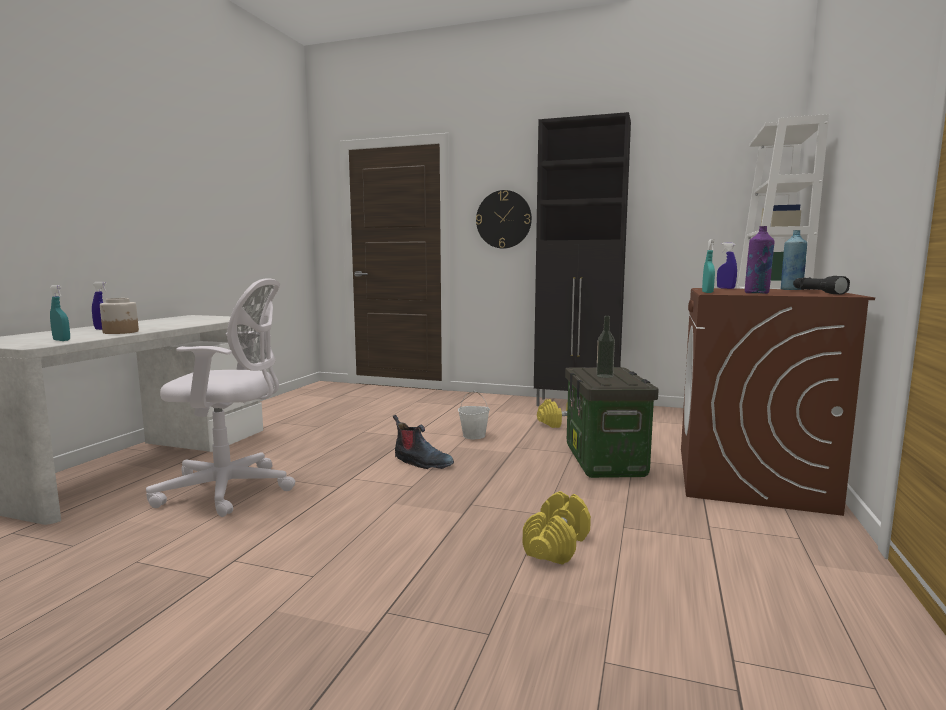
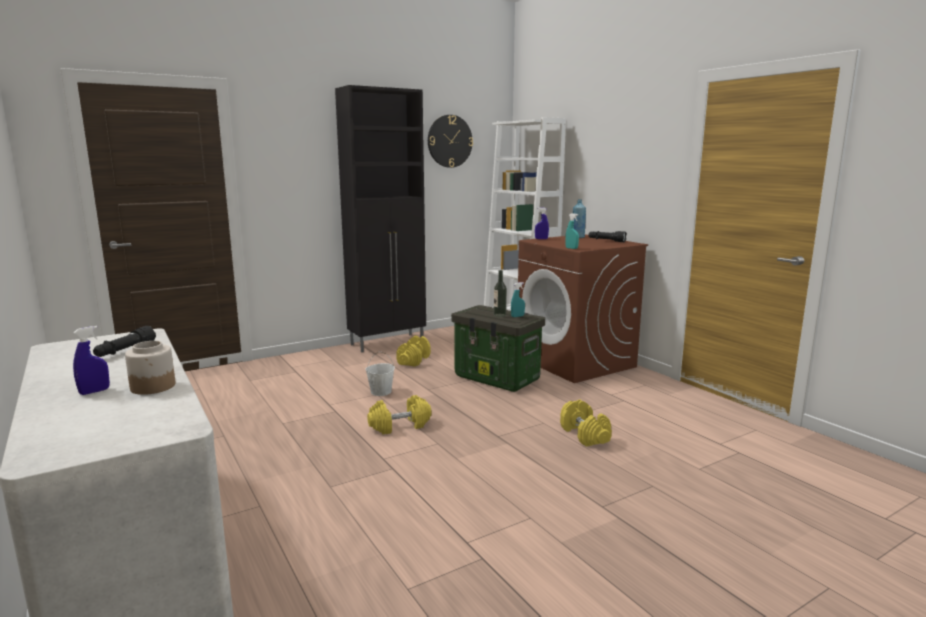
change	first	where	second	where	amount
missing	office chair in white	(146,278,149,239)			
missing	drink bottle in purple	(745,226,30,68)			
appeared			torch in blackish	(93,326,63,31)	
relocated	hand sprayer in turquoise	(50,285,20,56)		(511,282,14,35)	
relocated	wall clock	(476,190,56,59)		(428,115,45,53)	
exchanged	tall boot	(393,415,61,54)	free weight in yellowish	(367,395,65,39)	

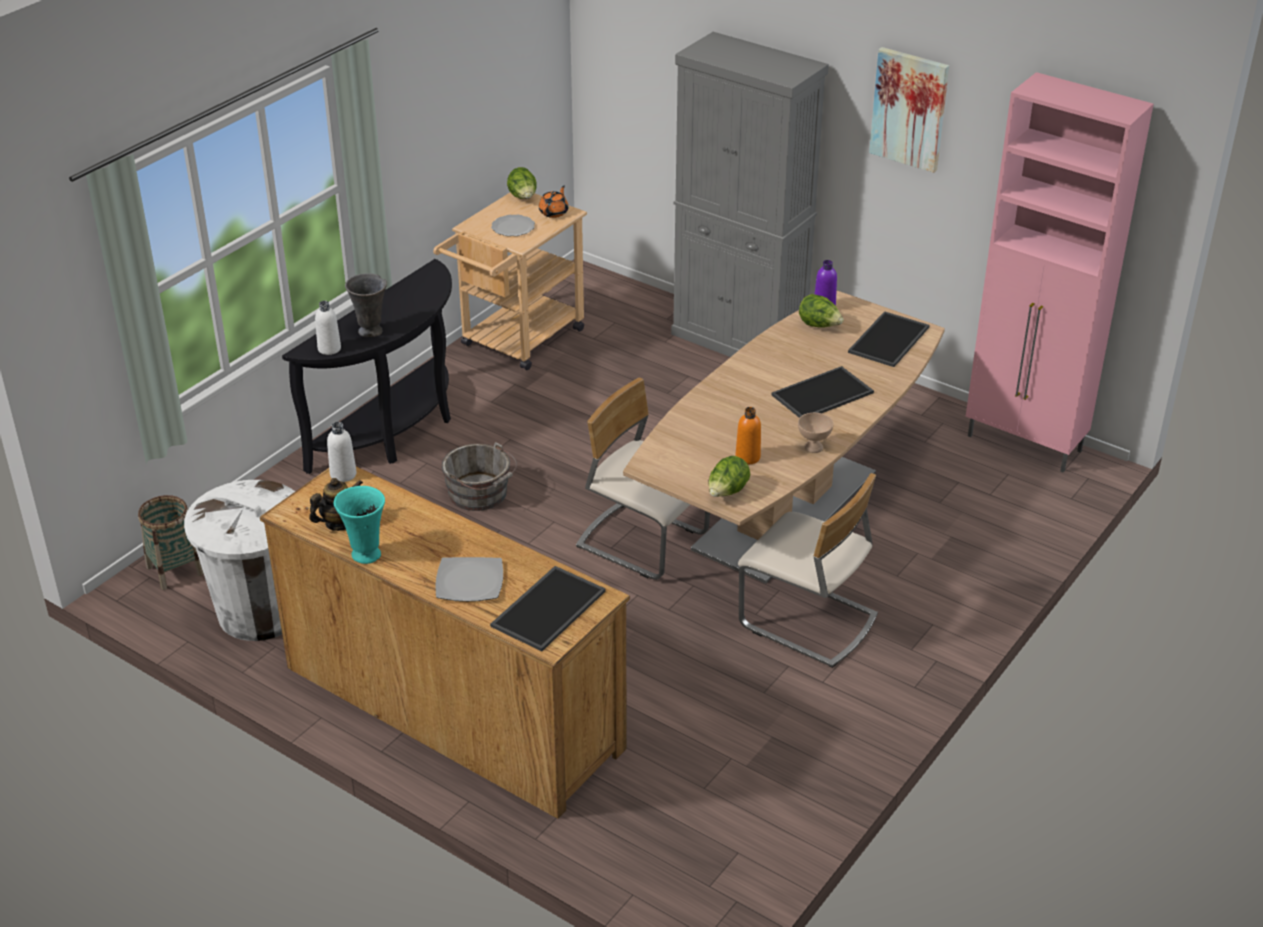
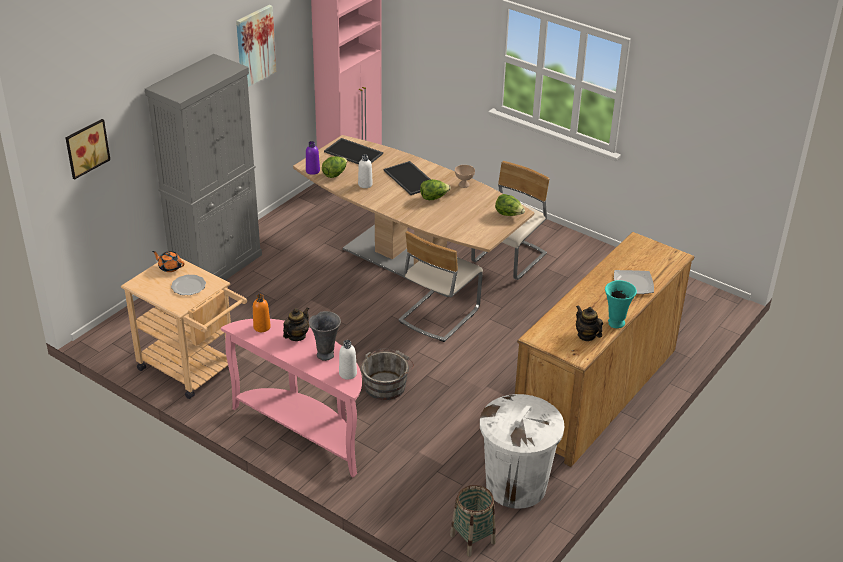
change	first	where	second	where	amount
missing	tray	(490,566,116,85)			
appeared			picture	(65,119,45,60)	
appeared			teapot	(283,307,26,34)	
relocated	drink bottle in white	(327,422,30,60)		(358,154,15,34)	
relocated	lettuce	(507,167,30,32)		(420,179,31,21)	
relocated	drink bottle in orange	(735,407,26,57)		(253,294,18,38)	
colour	hall table in blackish	(282,259,170,215)	hall table in pink	(221,319,141,158)	

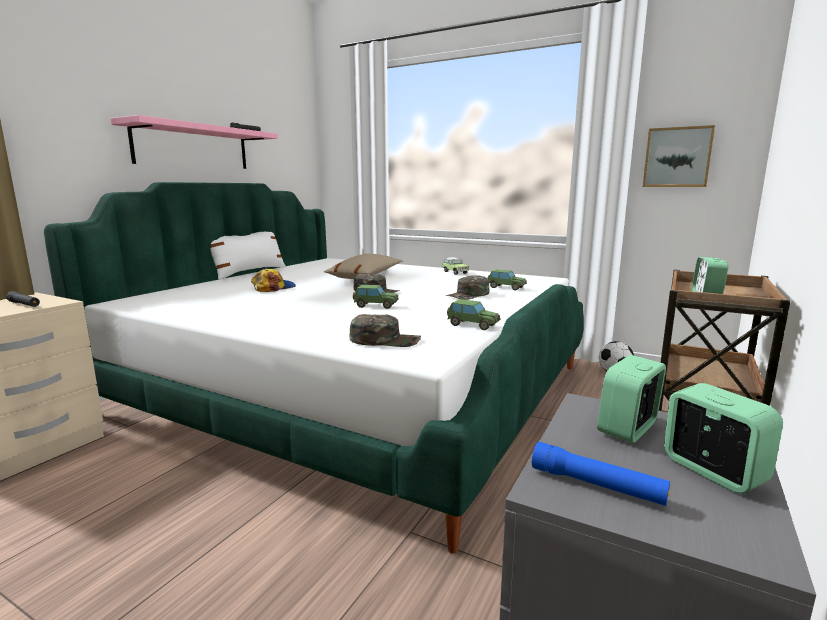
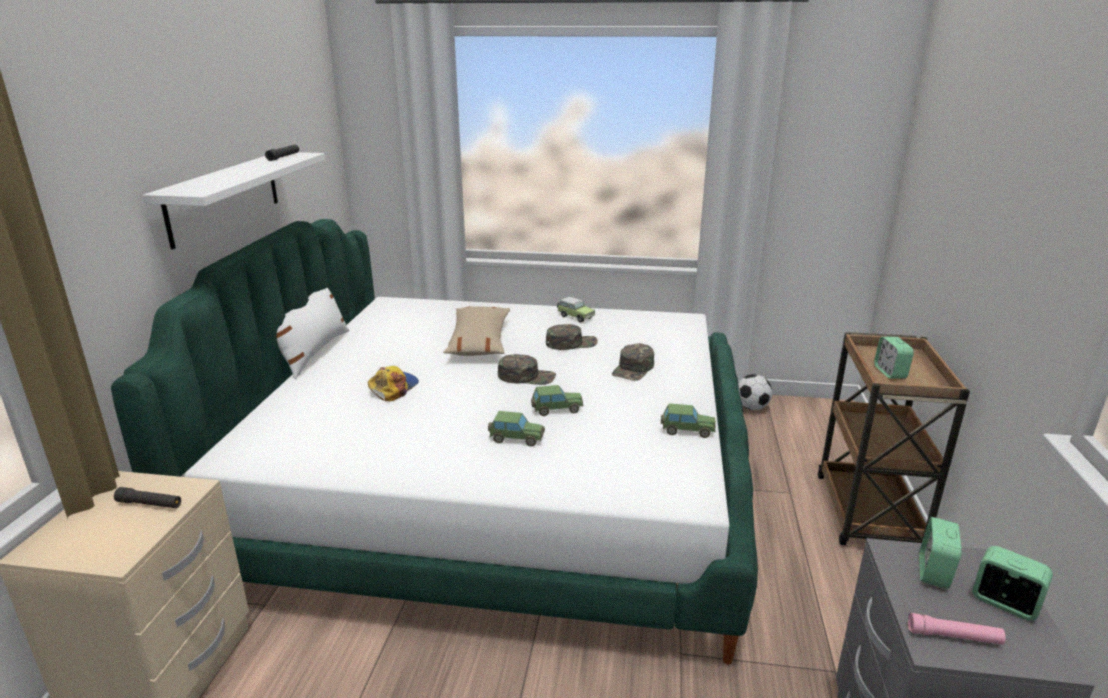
change	first	where	second	where	amount
missing	picture	(643,125,72,62)			
relocated	cap in green	(349,314,72,33)		(546,324,52,26)	
relocated	miniature car	(488,269,39,21)		(488,411,57,36)	
colour	wall shelf in pink	(111,115,167,54)	wall shelf in white	(143,152,182,97)	
colour	torch in bluish	(532,442,138,64)	torch in pink	(908,613,98,32)	

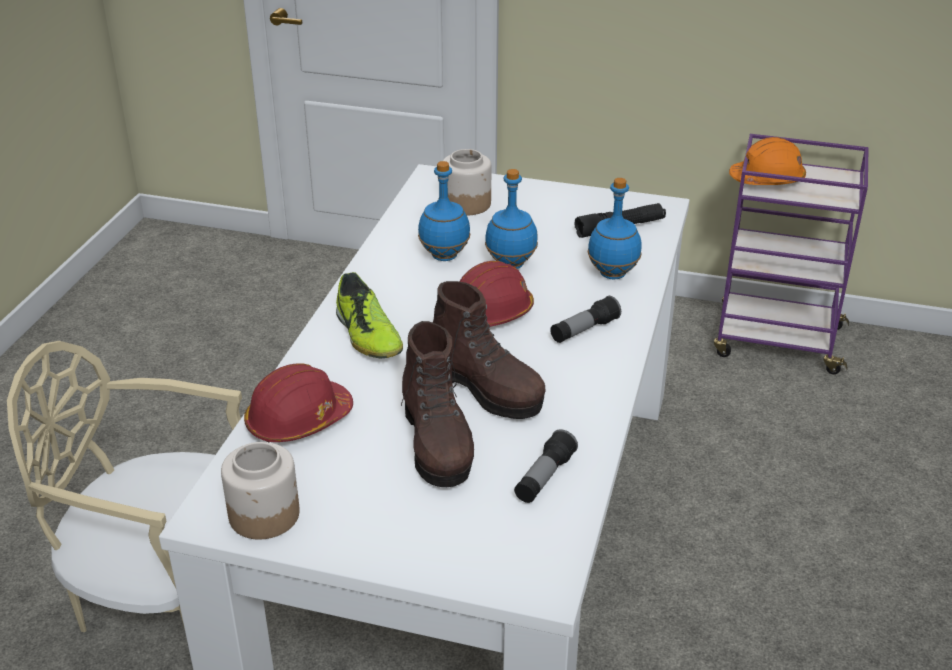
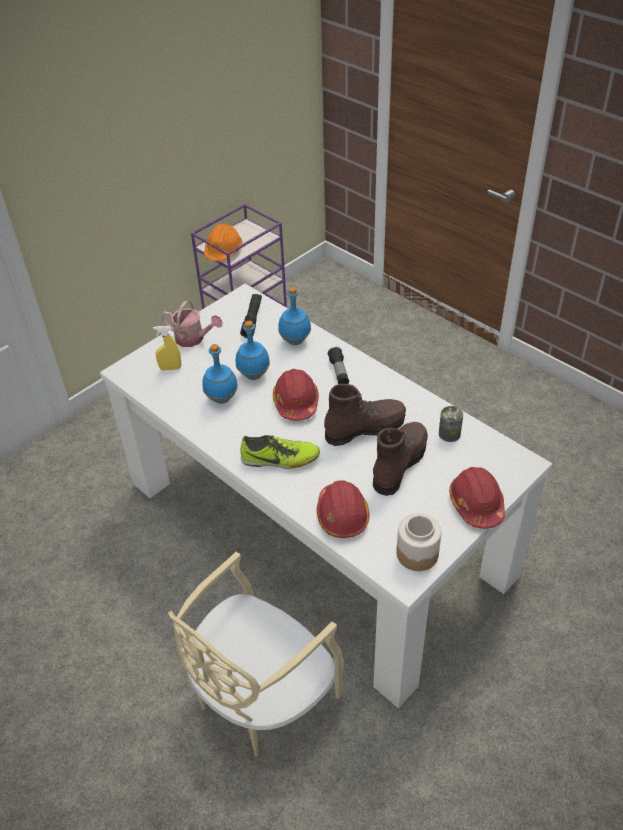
change	first	where	second	where	amount
appeared			sprinkling can	(161,301,62,46)	
appeared			work helmet in reddish	(449,467,56,62)	
exchanged	jar	(443,149,48,66)	hand sprayer in yellowish	(153,326,28,44)	
exchanged	torch	(514,429,64,74)	can	(439,406,24,36)	
spun	tall boot in brownish	(401,321,73,166)		(373,422,55,74)	75 degrees counterclockwise

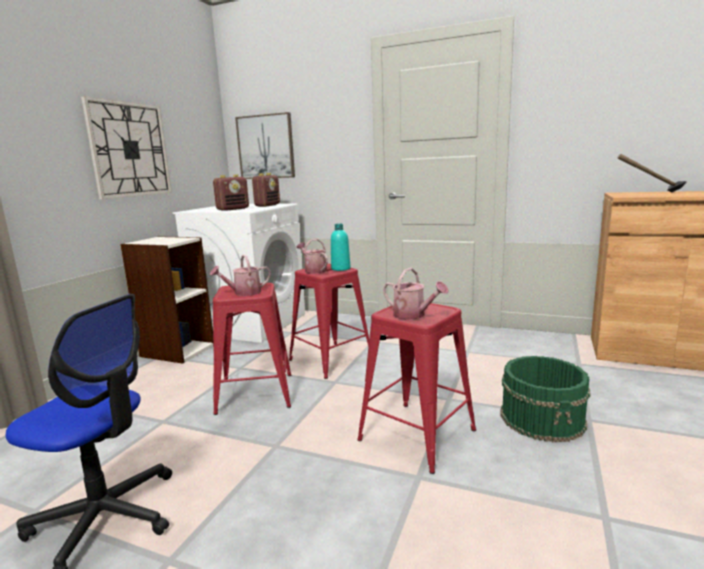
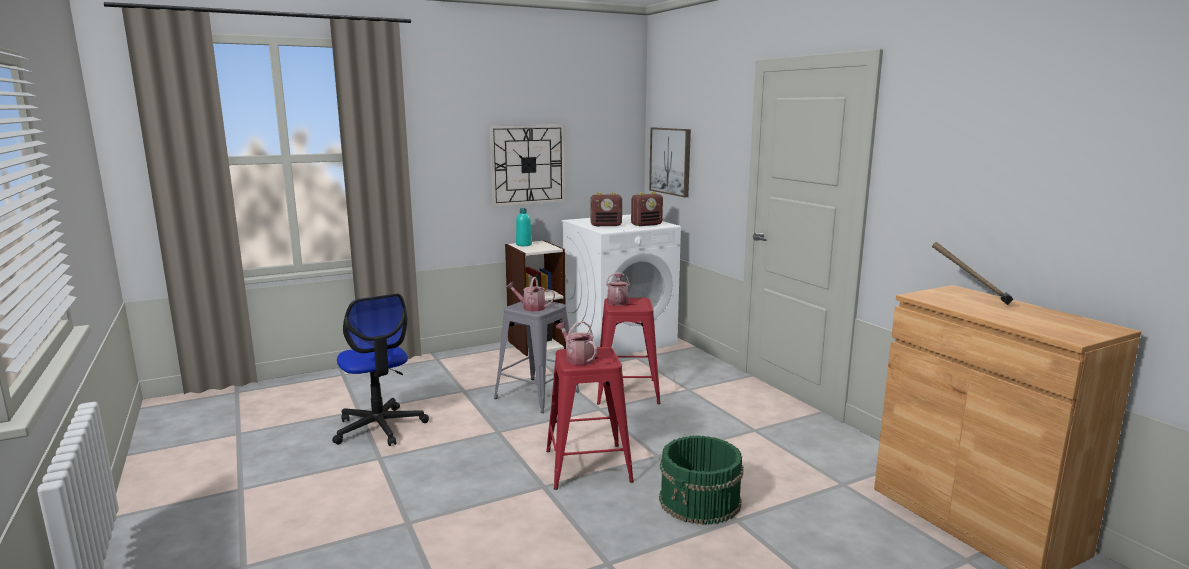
change	first	where	second	where	amount
relocated	drink bottle in turquoise	(331,224,20,47)		(516,208,16,38)	
colour	stool seat in reddish	(213,283,78,132)	stool seat in grey	(494,300,86,113)	
spun	sprinkling can	(383,268,66,52)		(556,321,41,44)	150 degrees clockwise

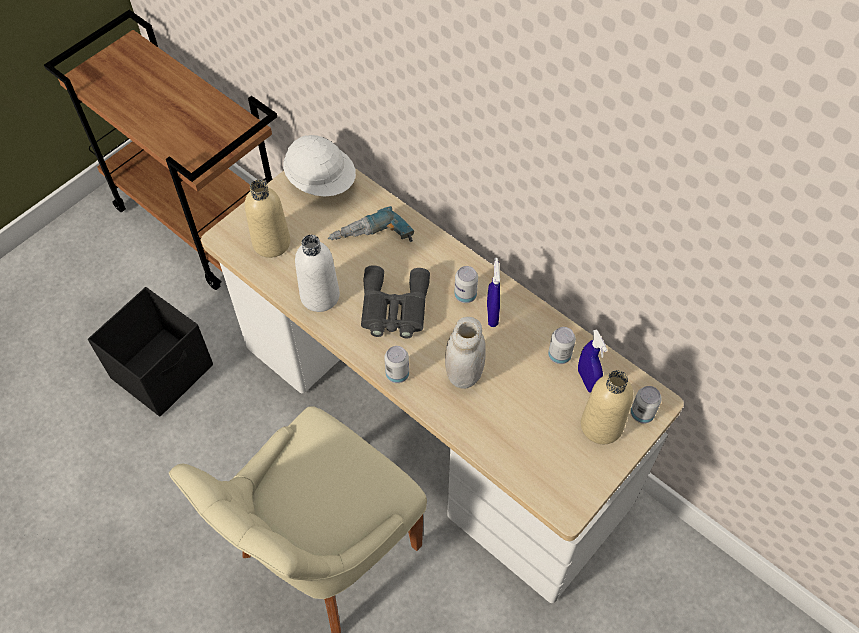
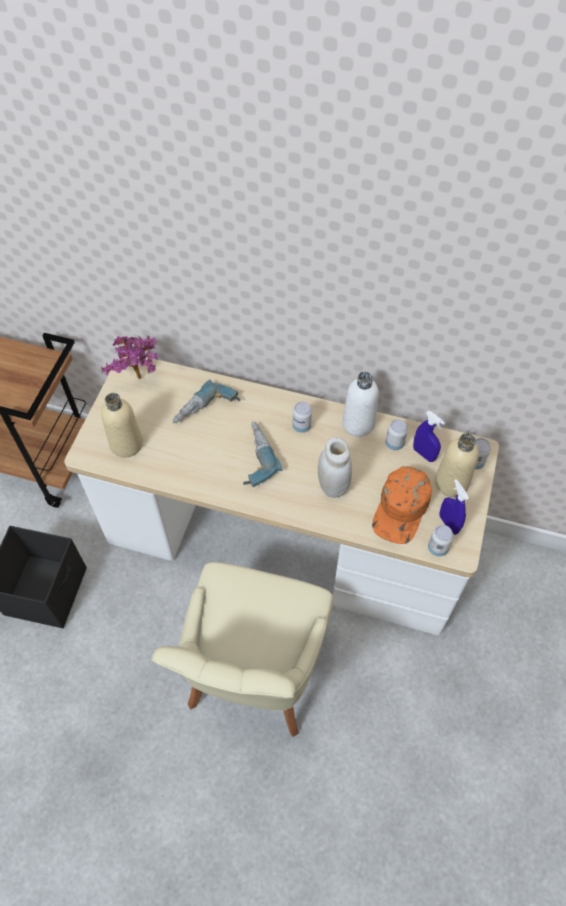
change	first	where	second	where	amount
appeared			cap in orange	(372,466,60,78)	
relocated	drink bottle in white	(295,235,45,77)		(342,372,37,65)	
relocated	can	(384,346,25,37)		(428,525,26,32)	
relocated	hand sprayer in bluish	(487,258,13,69)		(439,479,30,56)	
exchanged	work helmet in white	(283,135,73,61)	houseplant	(101,336,57,43)	
exchanged	pair of binoculars in grey	(361,265,69,73)	drill	(243,421,39,66)	

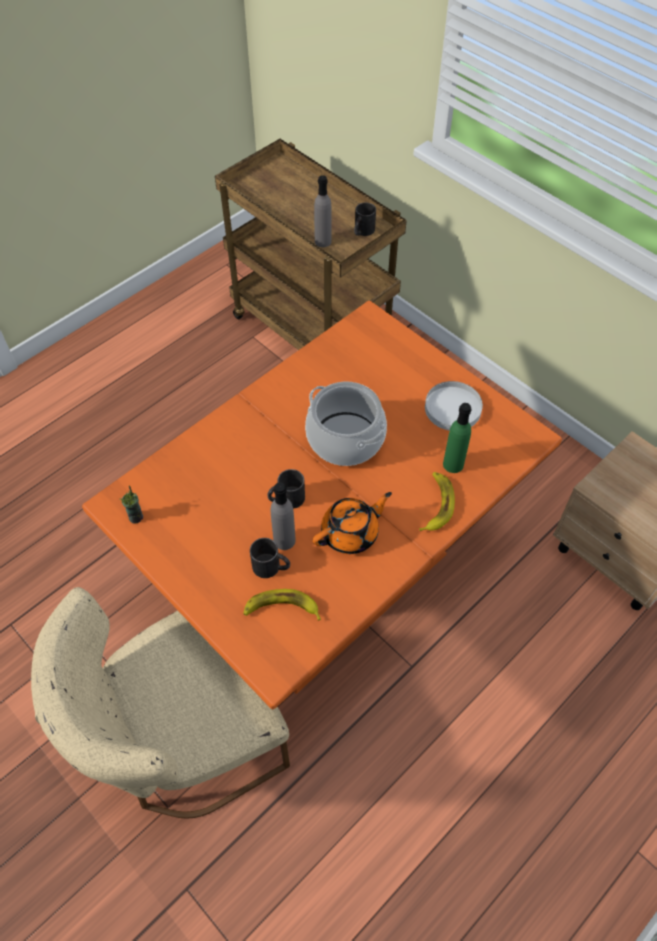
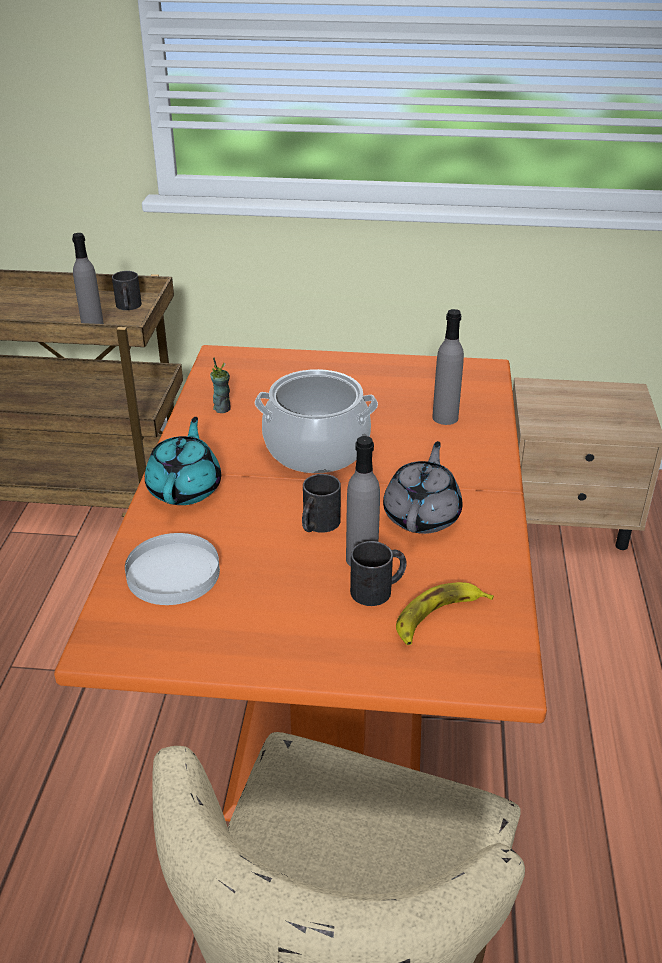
change	first	where	second	where	amount
missing	whole banana	(419,472,36,59)			
appeared			teapot in turquoise	(145,417,76,88)	
relocated	small cup	(120,486,23,38)		(210,358,21,55)	
relocated	plate in white	(425,381,58,50)		(125,533,95,72)	
colour	teapot in orange	(313,492,79,62)	teapot in grey	(383,441,79,93)	
colour	drink bottle in green	(443,403,29,70)	drink bottle in grey	(432,309,32,116)	

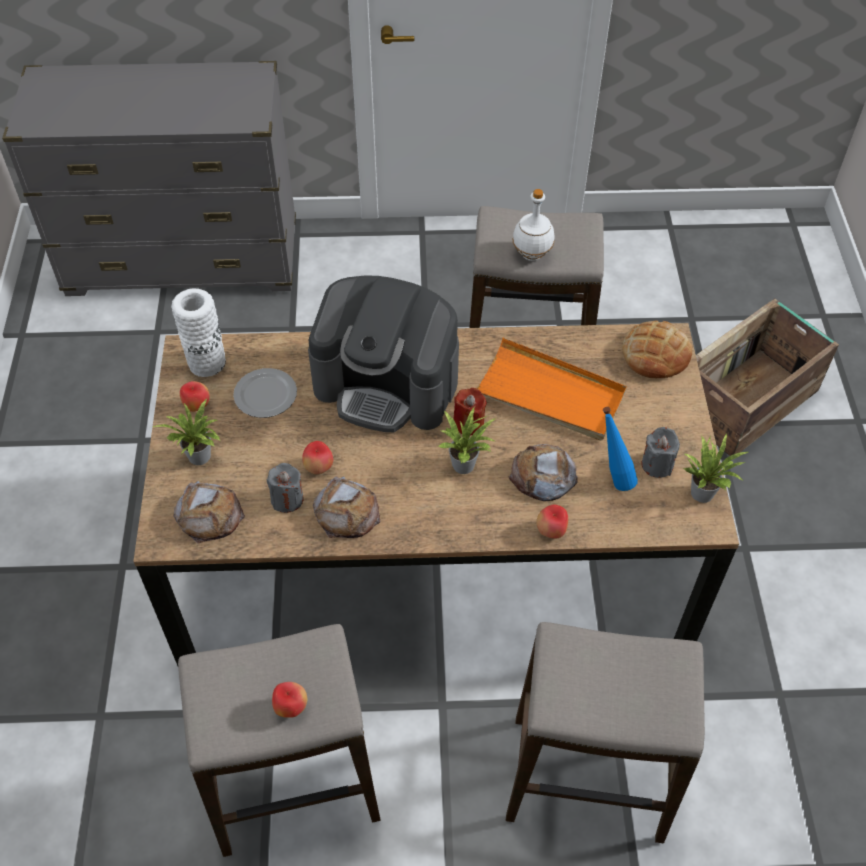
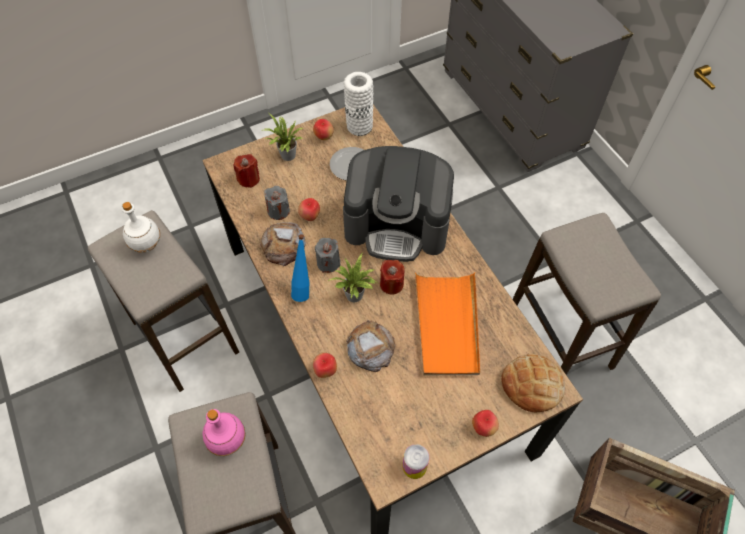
change	first	where	second	where	amount
appeared			drink bottle in pink	(202,409,44,47)	
relocated	whole apple	(272,682,35,36)		(472,410,27,27)	
relocated	drink bottle in white	(513,189,41,72)		(122,202,38,51)	
relocated	drink bottle in bluish	(603,407,35,84)		(291,234,18,68)	
relocated	wax candle in grey	(641,427,39,51)		(315,238,25,35)	
exchanged	baked bread	(174,481,71,62)	wax candle in reddish	(233,154,27,34)	
exchanged	houseplant	(683,433,65,70)	can	(402,444,27,35)	
spun	coffee brewer	(308,275,151,157)		(343,146,111,116)	75 degrees counterclockwise

